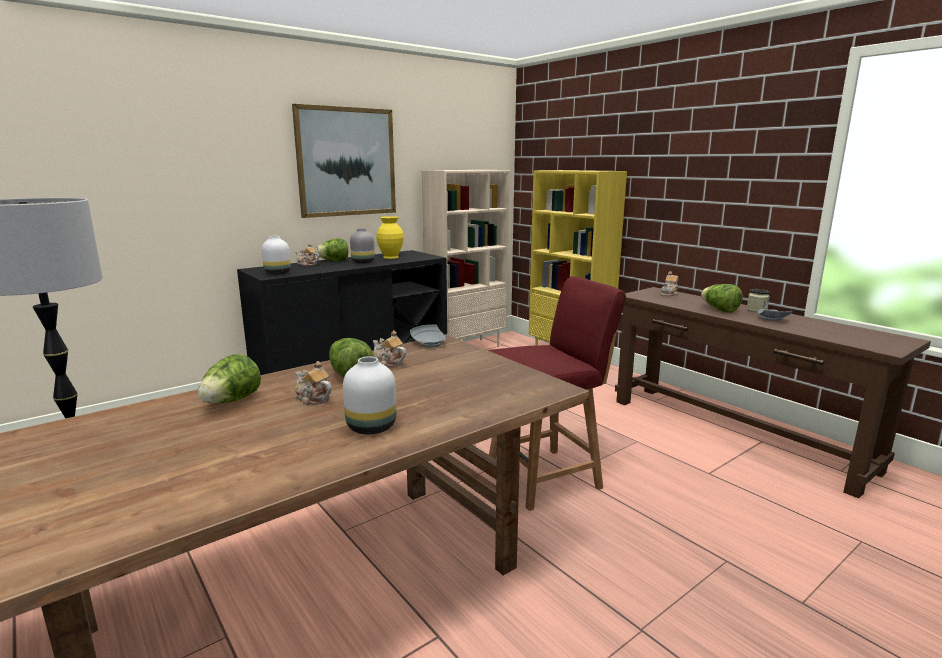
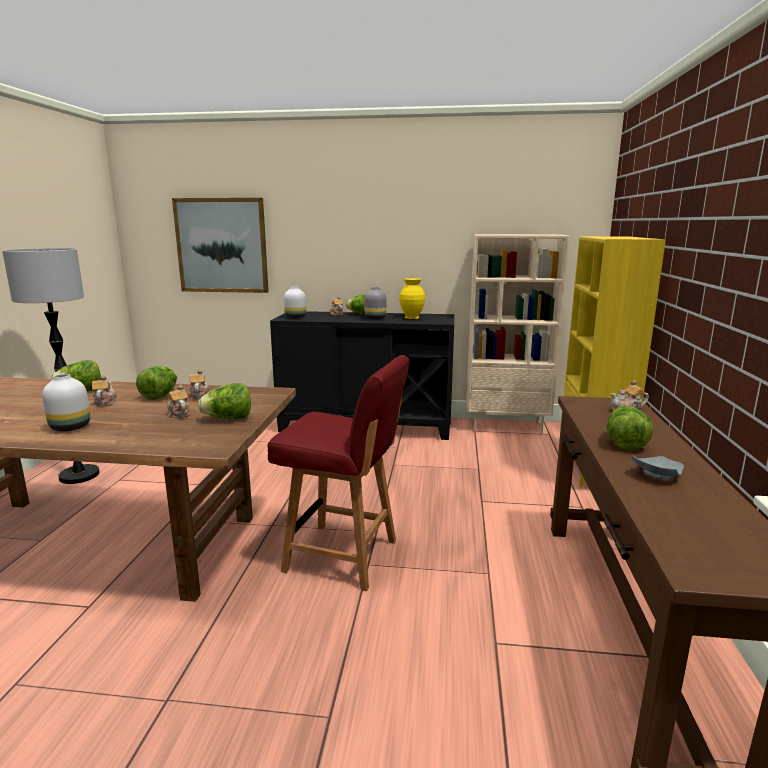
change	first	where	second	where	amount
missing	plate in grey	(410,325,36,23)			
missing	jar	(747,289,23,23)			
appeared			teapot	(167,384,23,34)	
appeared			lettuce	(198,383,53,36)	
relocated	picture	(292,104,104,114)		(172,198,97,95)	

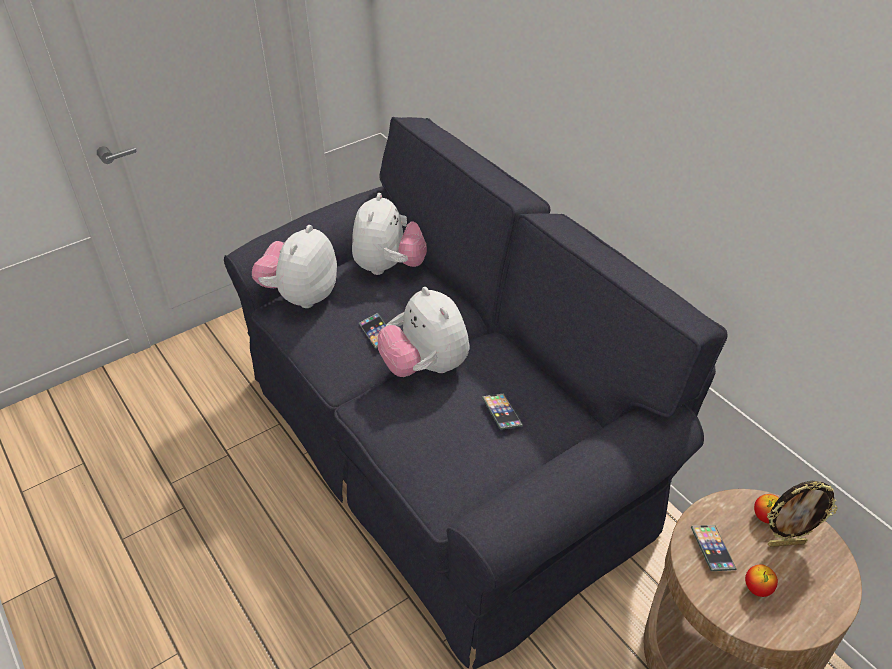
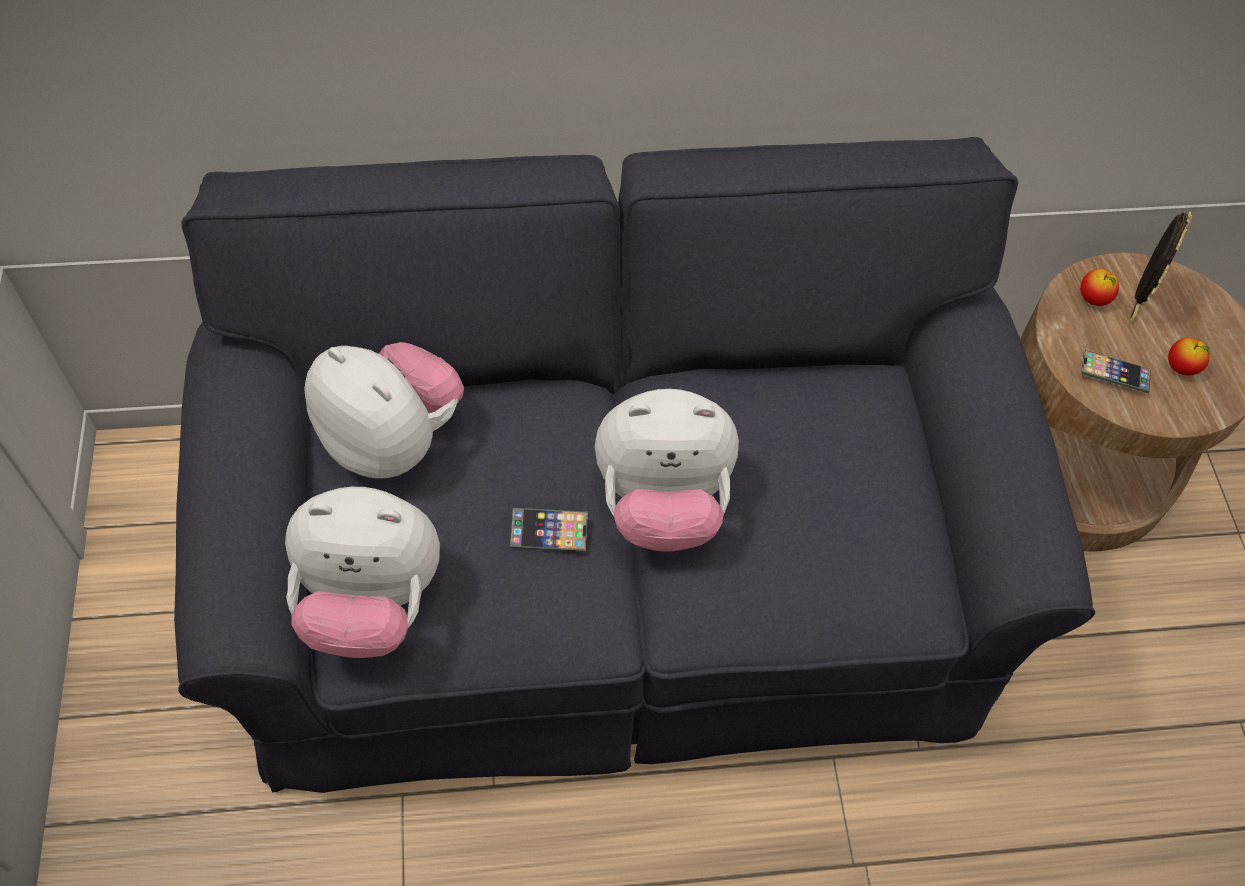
change	first	where	second	where	amount
missing	telephone	(482,393,41,37)			
spun	cuddly toy	(252,225,85,83)		(285,487,155,171)	45 degrees counterclockwise

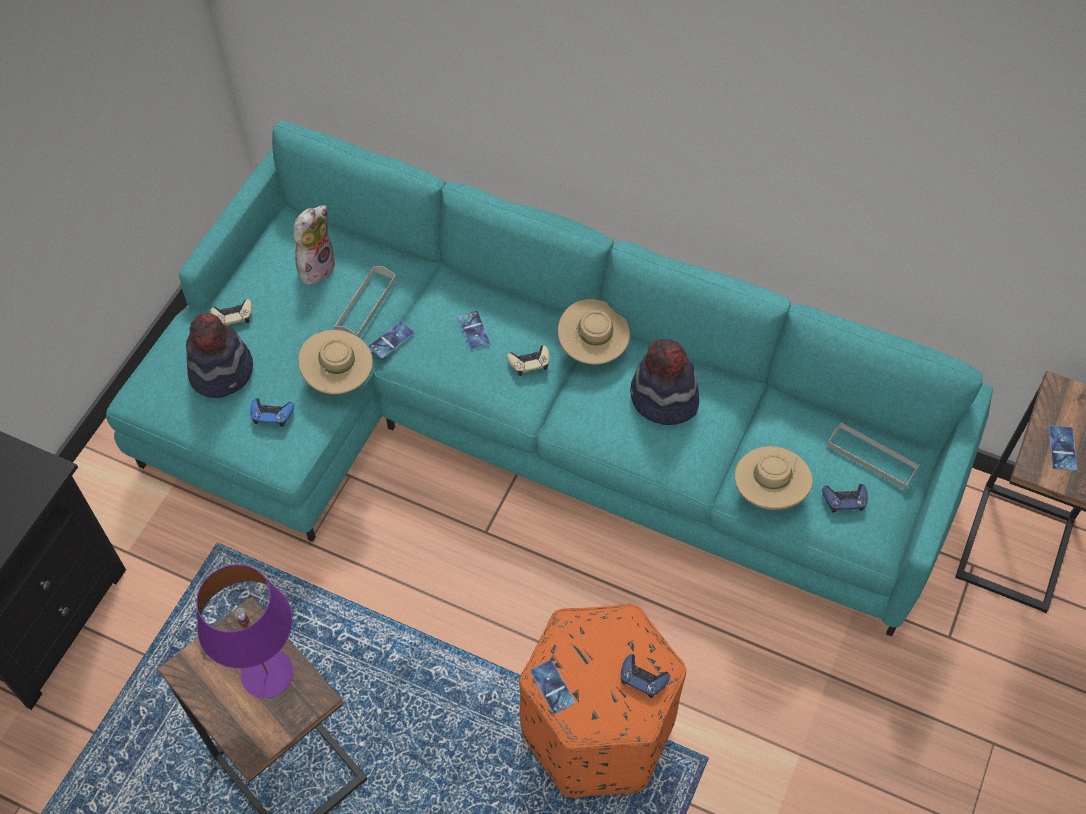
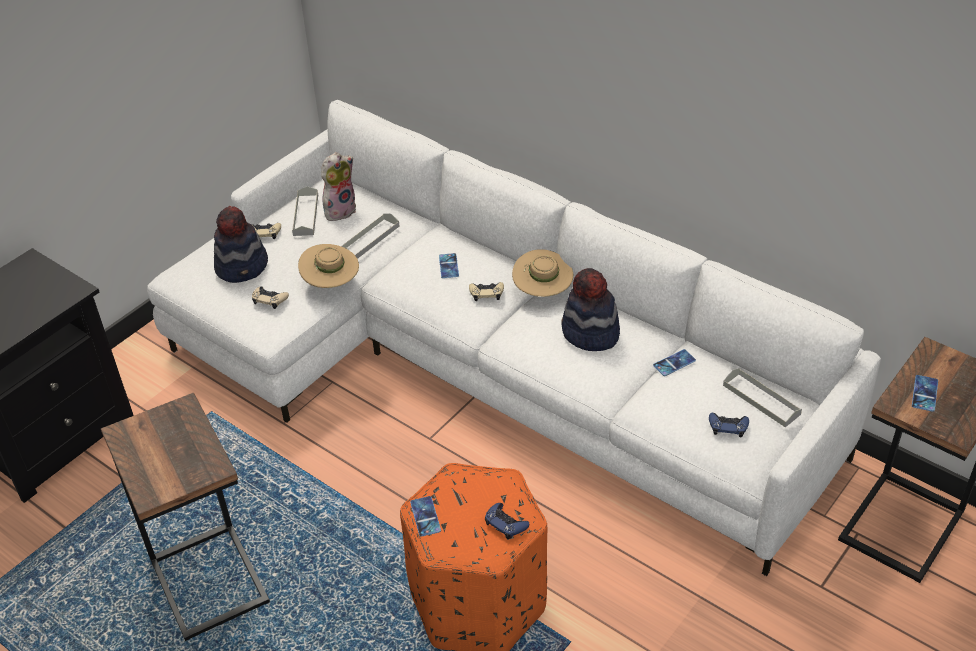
change	first	where	second	where	amount
missing	tabletop lamp in purple	(196,564,97,134)			
missing	wearable hat in sand-coloured	(735,446,78,64)			
appeared			tray in grey	(292,186,26,50)	
relocated	telephone	(369,321,45,38)		(653,349,43,27)	
colour	couch in turquoise	(106,120,887,516)	couch in white	(147,100,734,476)	
colour	game controller in bluish	(250,398,44,29)	game controller in sand-coloured	(252,286,37,23)	

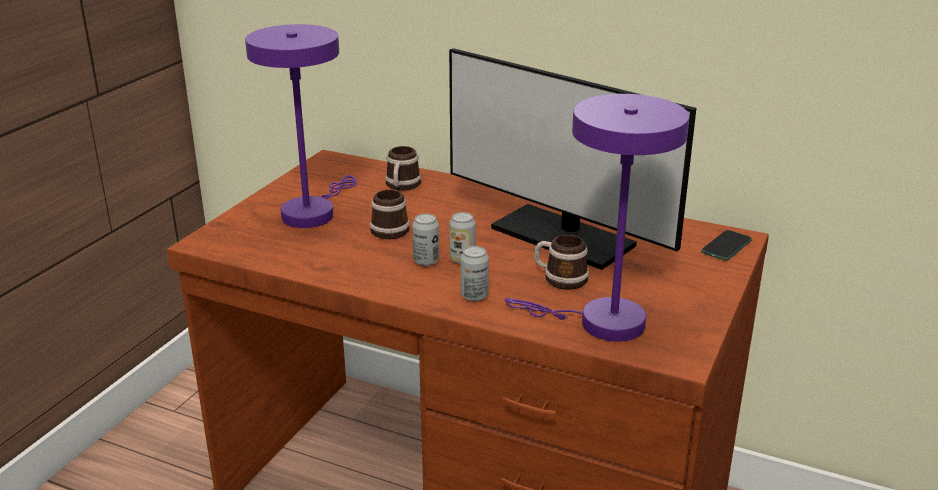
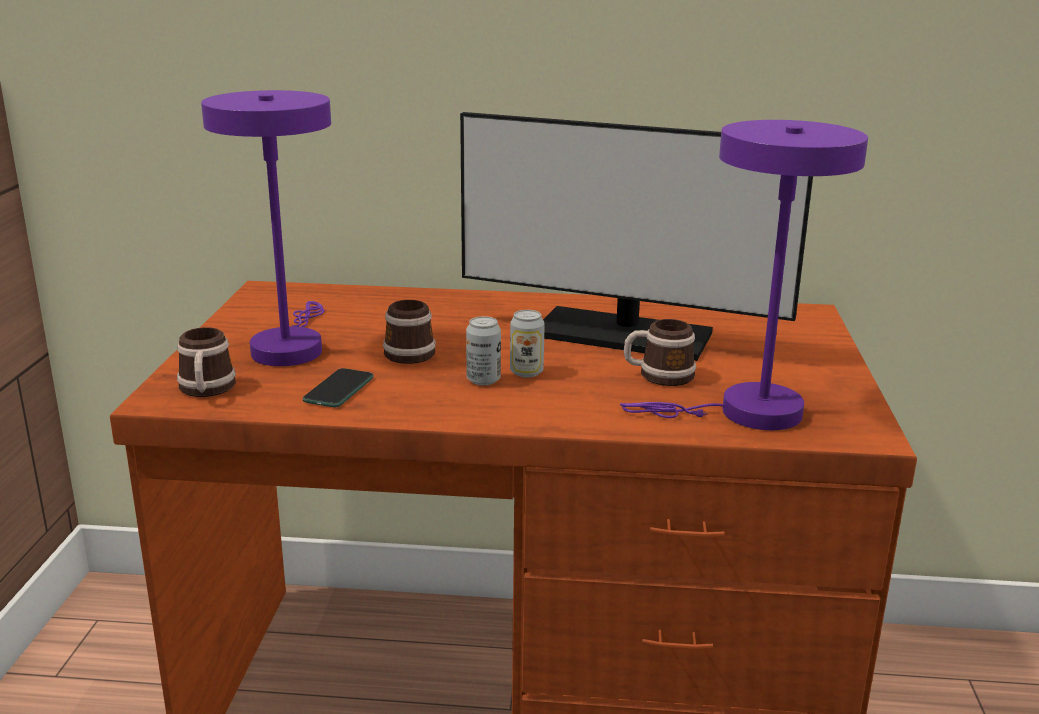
change	first	where	second	where	amount
missing	can	(460,246,29,55)			
relocated	mug	(385,146,36,45)		(177,327,59,70)	
relocated	telephone	(701,230,51,30)		(303,368,71,39)	

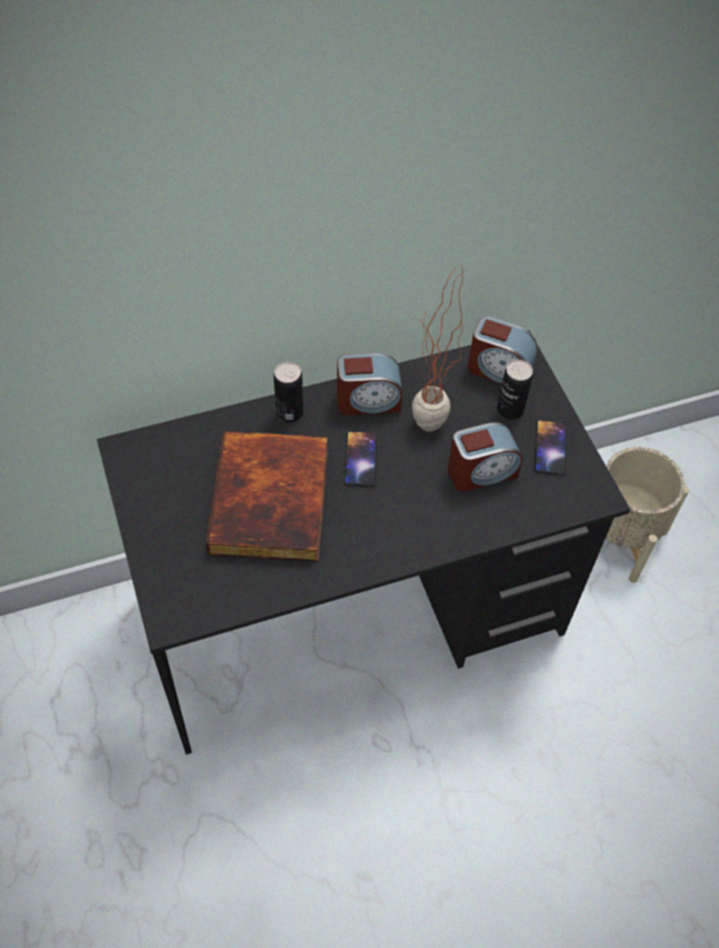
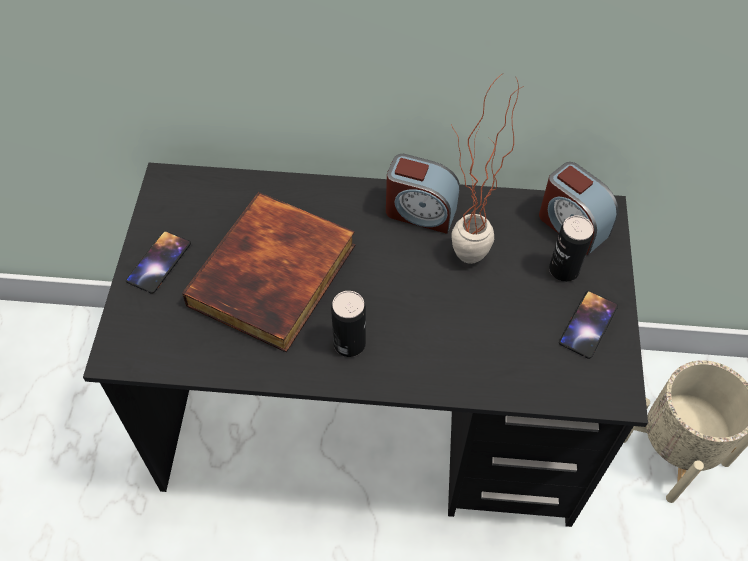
change	first	where	second	where	amount
missing	bedside clock	(448,422,74,69)			
relocated	can	(274,362,29,60)		(331,291,35,66)	
relocated	telephone	(344,431,33,56)		(126,231,65,63)	

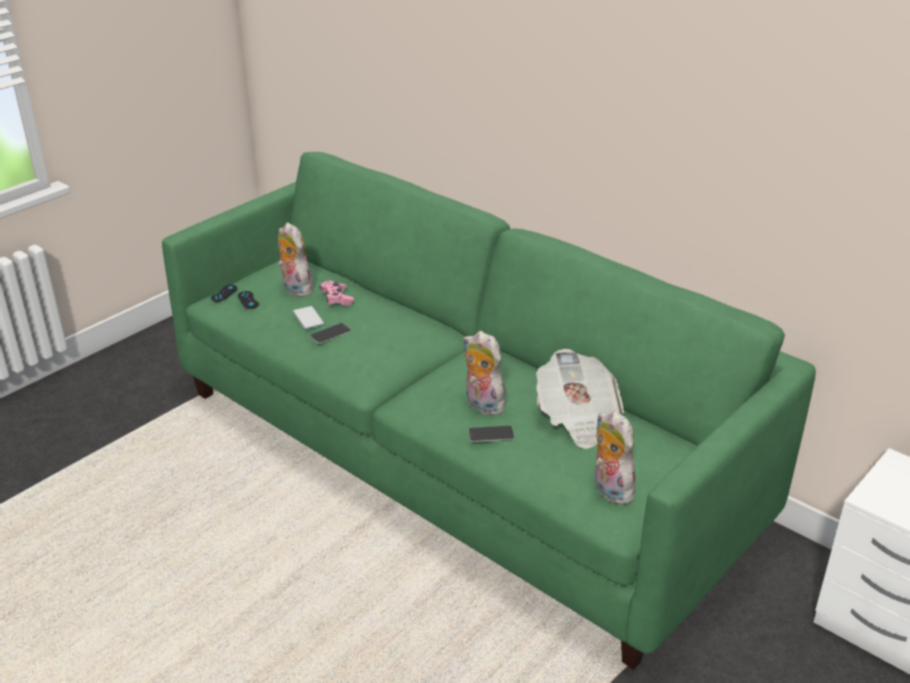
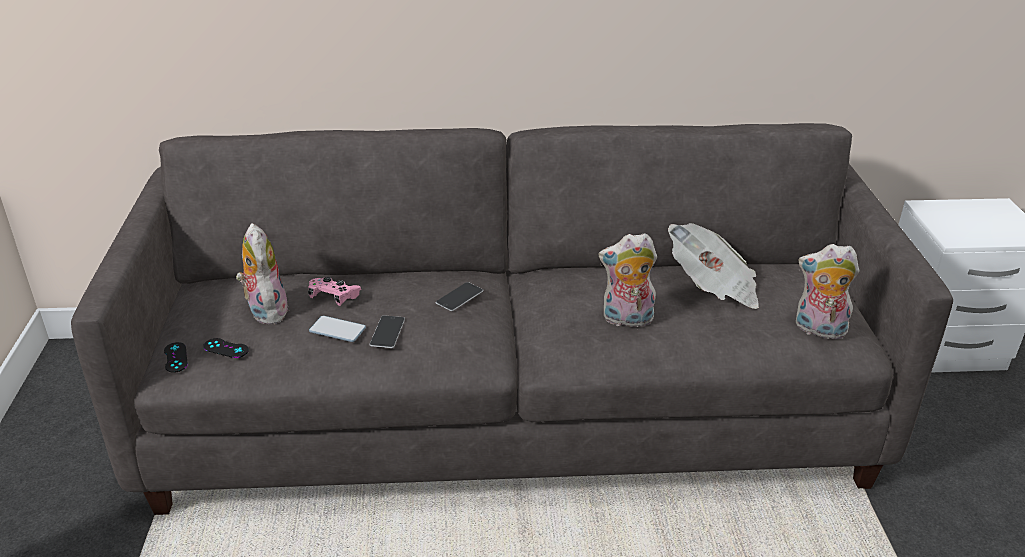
change	first	where	second	where	amount
relocated	telephone	(468,426,47,16)		(435,282,48,29)	
colour	couch in green	(162,152,654,518)	couch in grey	(71,123,882,392)	
spun	cuddly toy	(278,222,35,75)		(236,223,53,101)	60 degrees clockwise

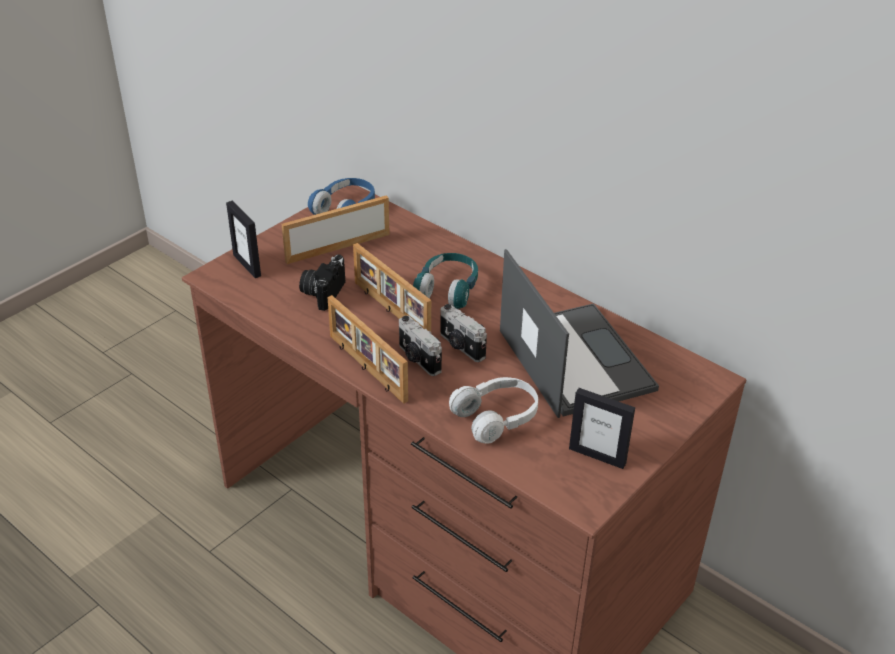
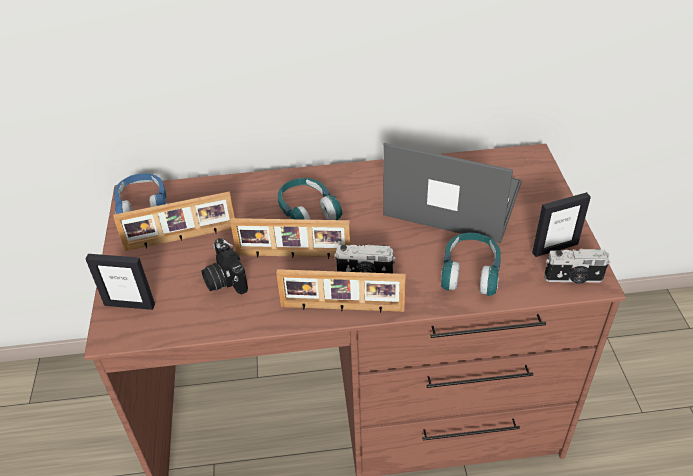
change	first	where	second	where	amount
relocated	photo camera	(440,304,47,58)		(544,249,66,35)	
colour	headset in white	(449,377,89,67)	headset in turquoise	(441,233,60,63)	
spun	standing frame	(282,195,108,69)		(113,191,122,60)	120 degrees counterclockwise

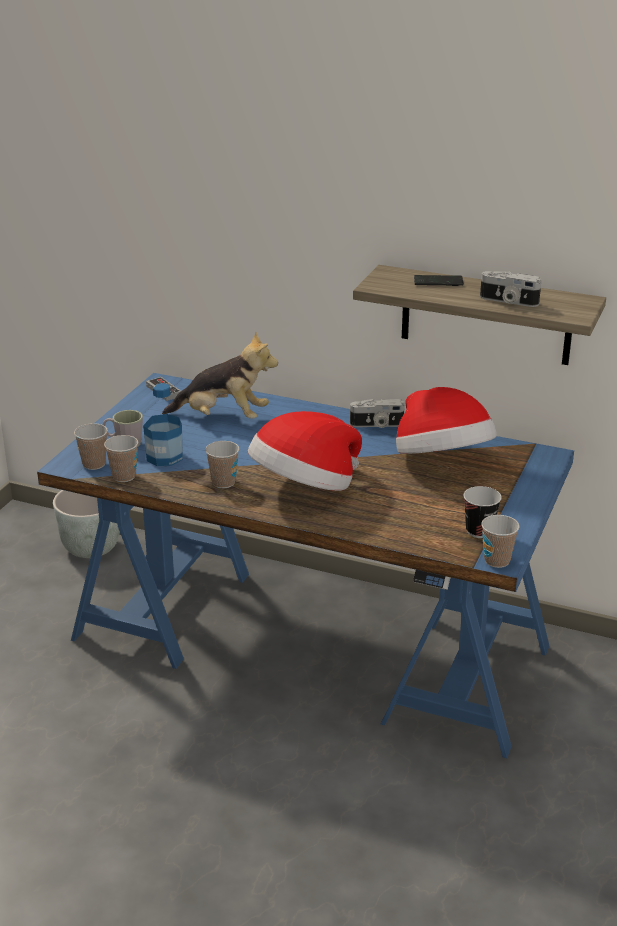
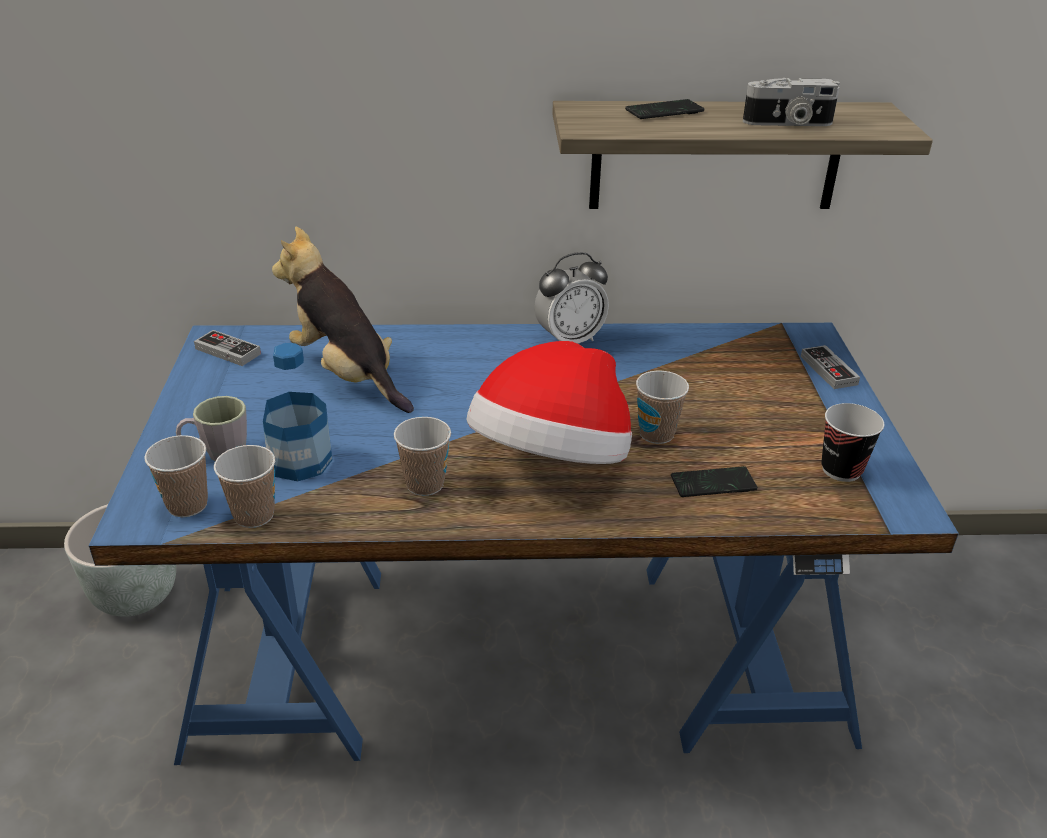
change	first	where	second	where	amount
missing	wearable hat	(396,387,101,67)			
appeared			telephone	(671,466,87,31)	
appeared			game controller	(801,345,59,44)	
relocated	small cup	(481,515,39,53)		(636,371,53,73)	
exchanged	photo camera	(350,399,55,29)	bedside clock	(534,252,75,92)	
spun	cuddly toy	(162,331,116,88)		(272,226,142,187)	120 degrees counterclockwise

